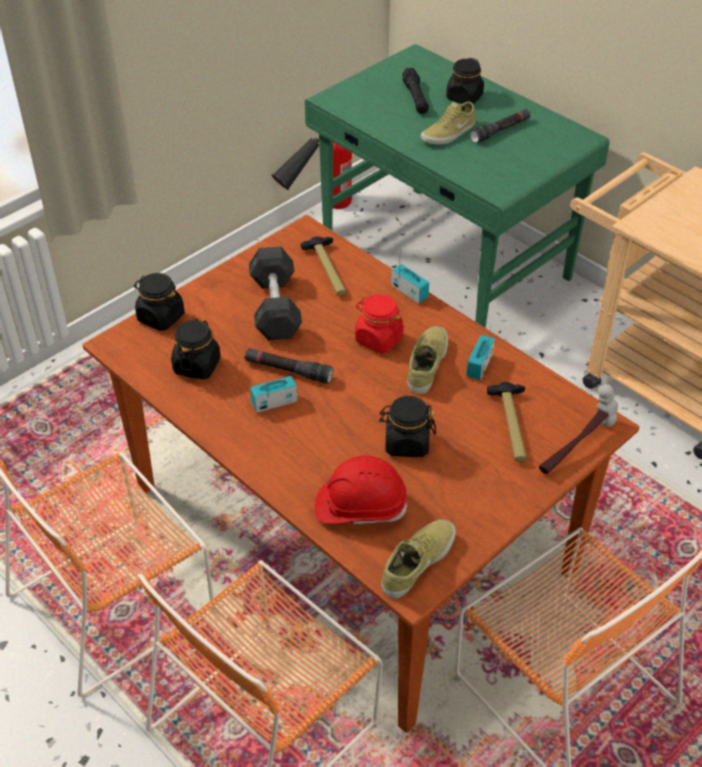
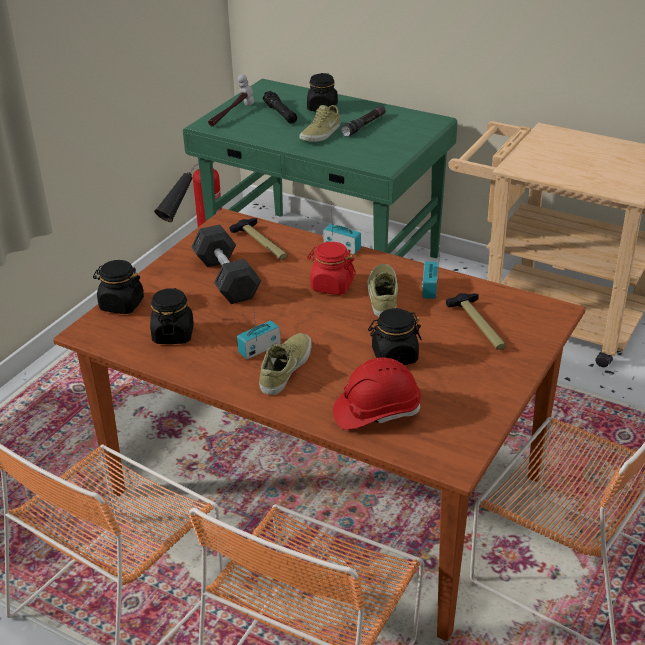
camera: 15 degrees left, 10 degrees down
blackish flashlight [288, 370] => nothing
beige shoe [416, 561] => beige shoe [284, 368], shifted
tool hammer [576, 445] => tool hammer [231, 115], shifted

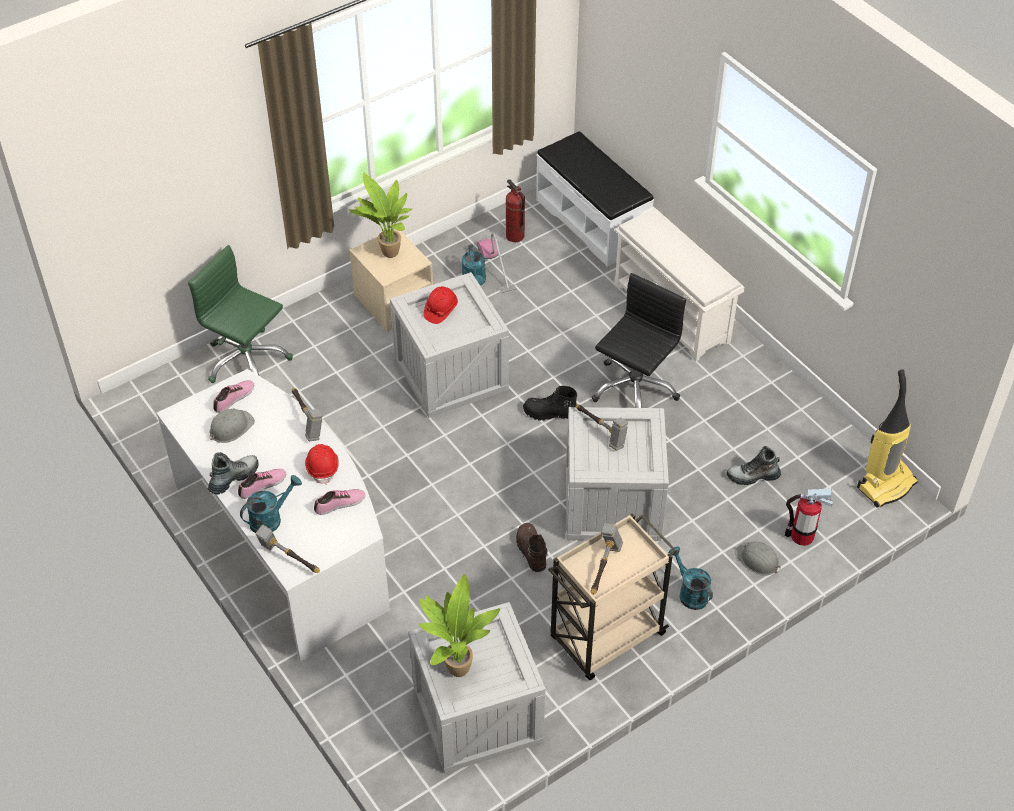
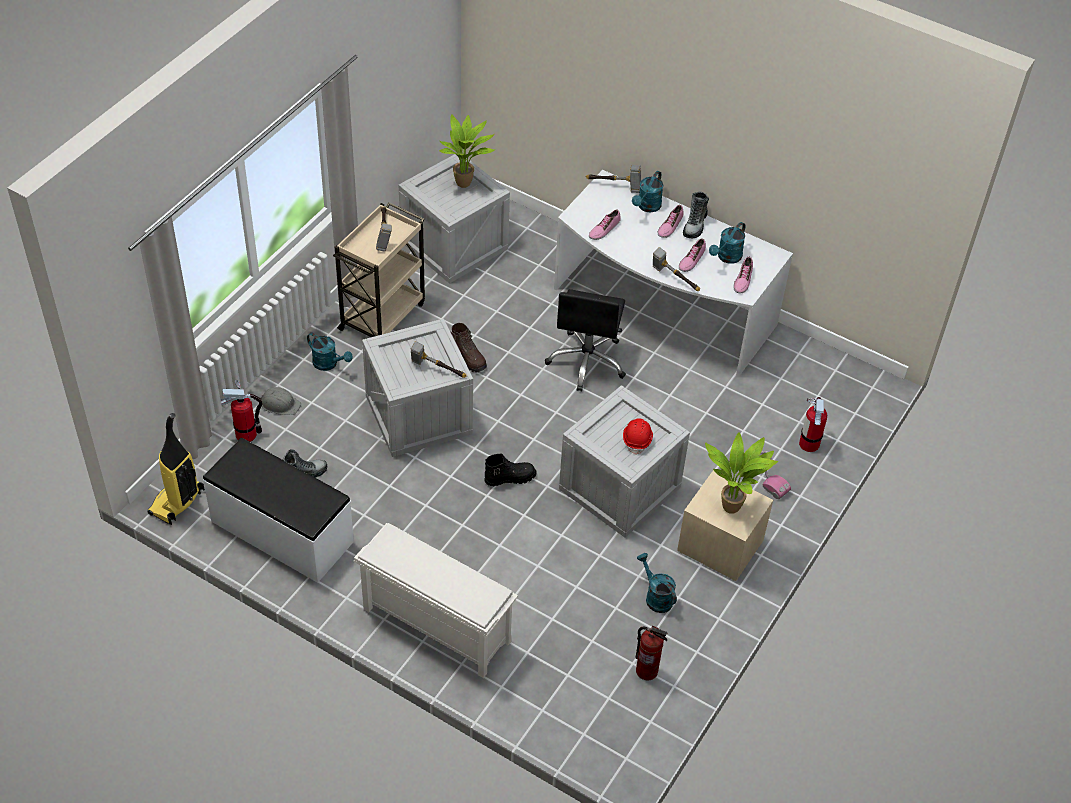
camera: 155 degrees right, 0 degrees up
green-coloured office chair [247, 361] => fire-fighting cylinder [809, 443]
gray work helmet [231, 428] => blue-green sprinkling can [727, 257]
red work helmet [322, 467] => nothing
hoover [496, 268] => hoover [756, 475], shifted
white long seat [592, 222] => white long seat [281, 532], shifted
blackish office chair [634, 389] => blackish office chair [587, 361], shifted
nothing => shoe [691, 259]

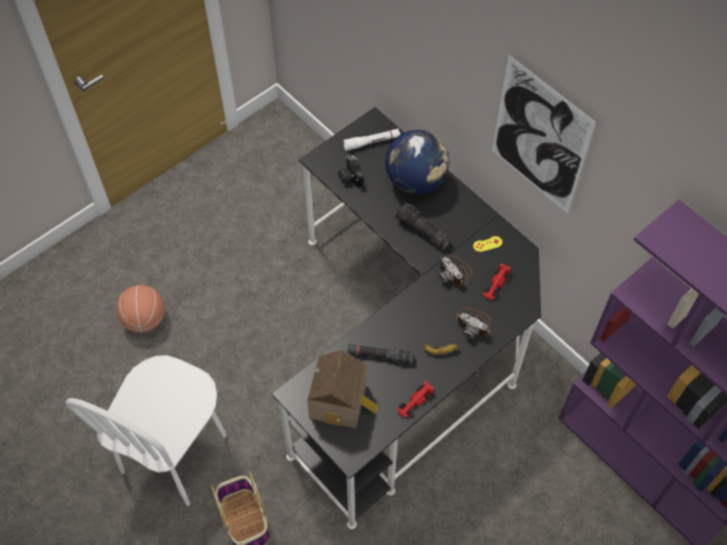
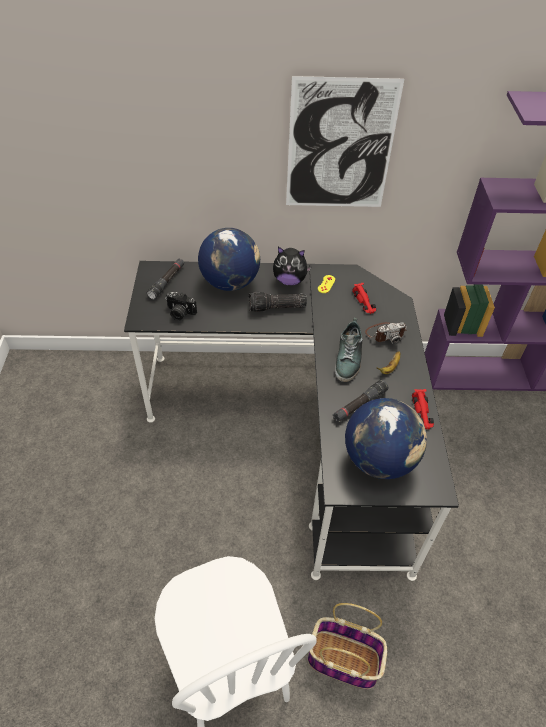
camera: 50 degrees left, 10 degrees down
ball for basketball [145, 319] => nothing
model house [341, 402] => globe [379, 459]
white flashlight [372, 142] => blackish flashlight [167, 282]
photo camera [455, 272] => nothing
nothing => plush toy [289, 280]
nothing => shoe [348, 358]

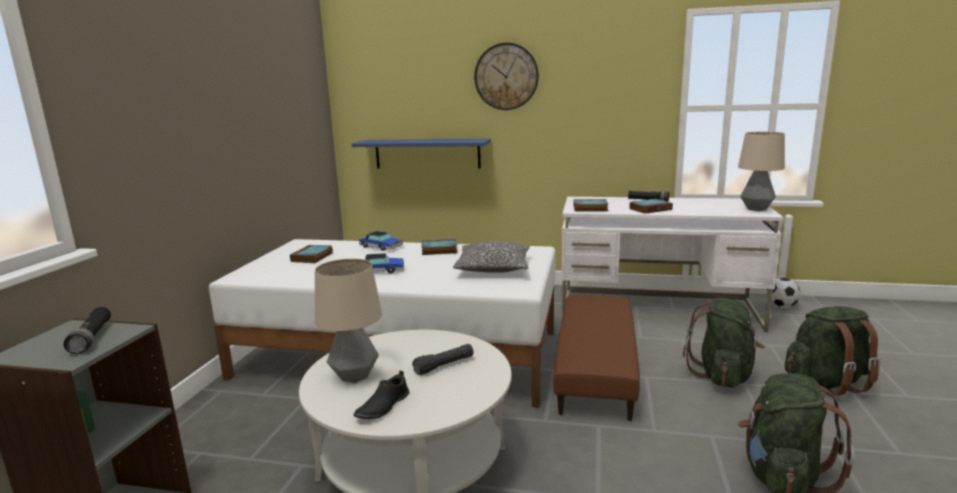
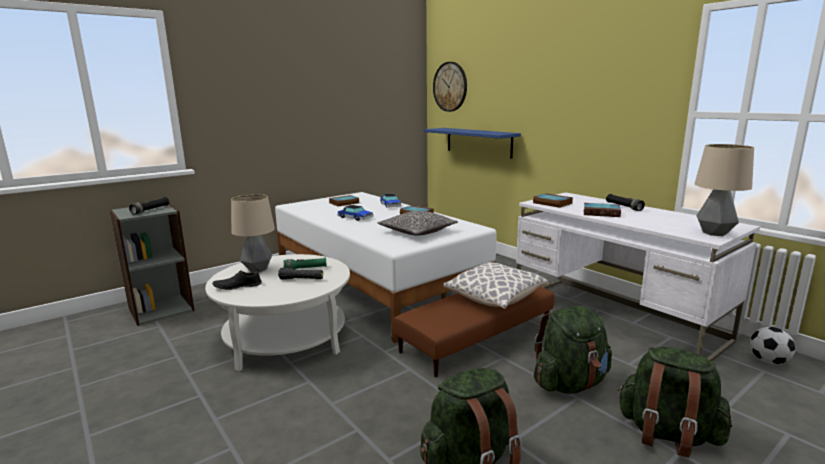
camera: 40 degrees right, 0 degrees up
hanging clock [506, 76] => hanging clock [450, 87], shifted
nothing => green-coloured flashlight [305, 269]
nothing => throw pillow [495, 299]

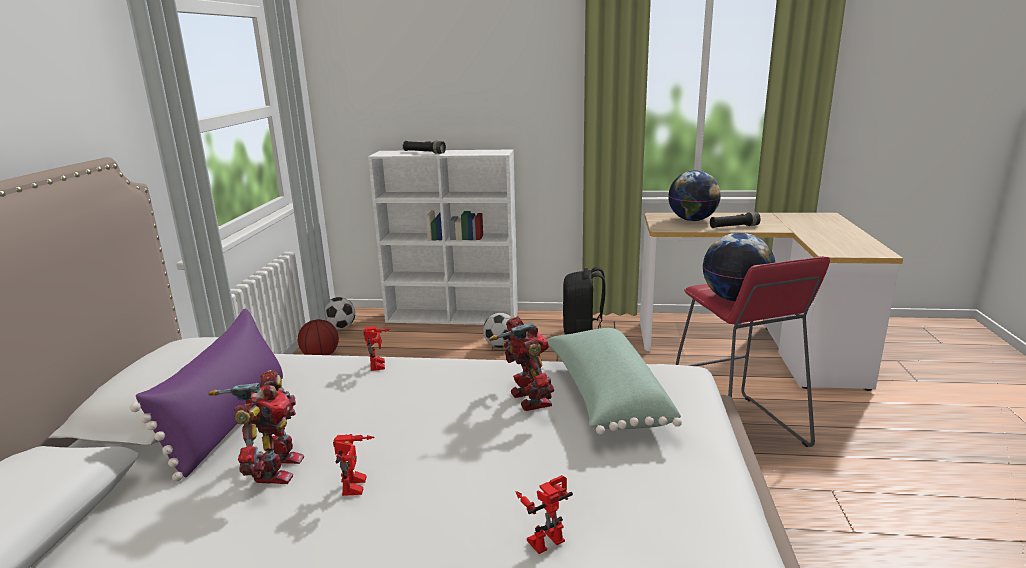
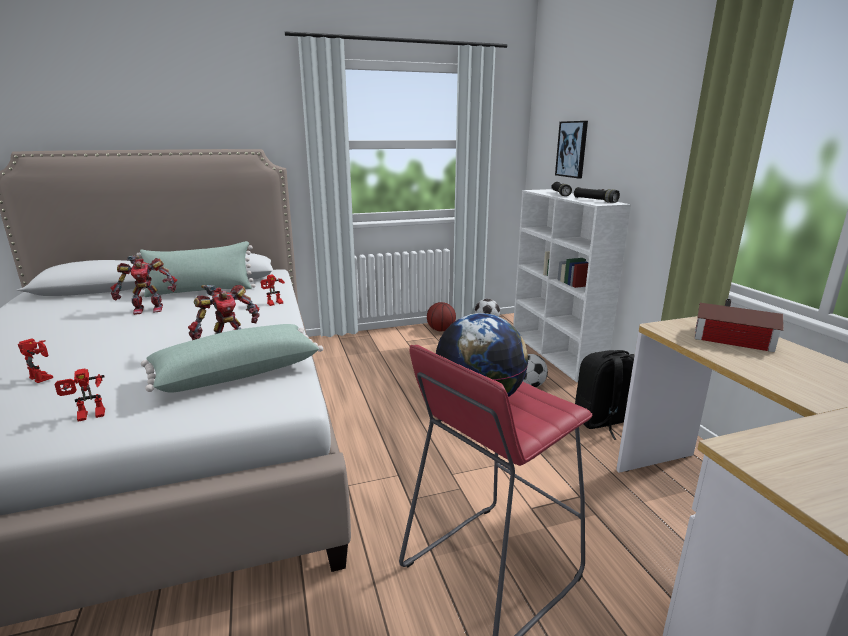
camera: 65 degrees right, 0 degrees up
purple-coloured throw pillow [229, 421] => green-coloured throw pillow [200, 291]
model robot [358, 487] => model robot [89, 417], shifted
globe [692, 220] => model house [735, 339]
blackish flashlight [734, 227] => blackish flashlight [595, 200], shifted
nothing => wall art [572, 149]

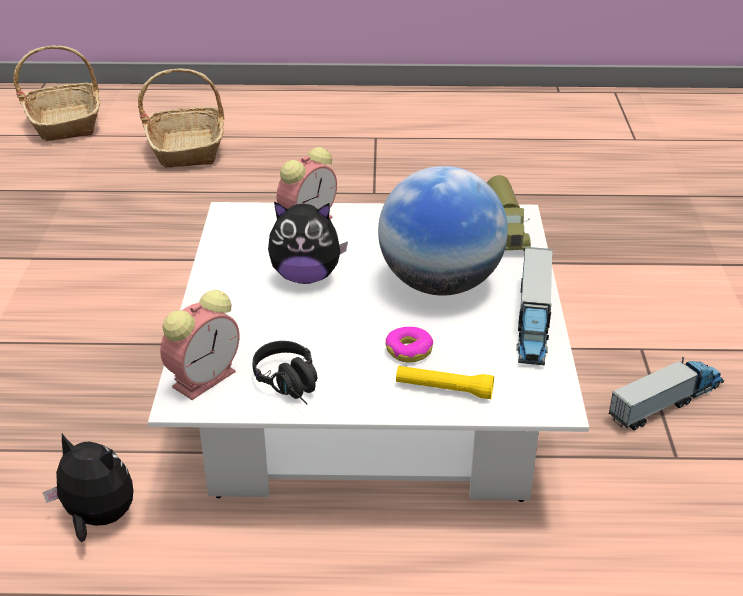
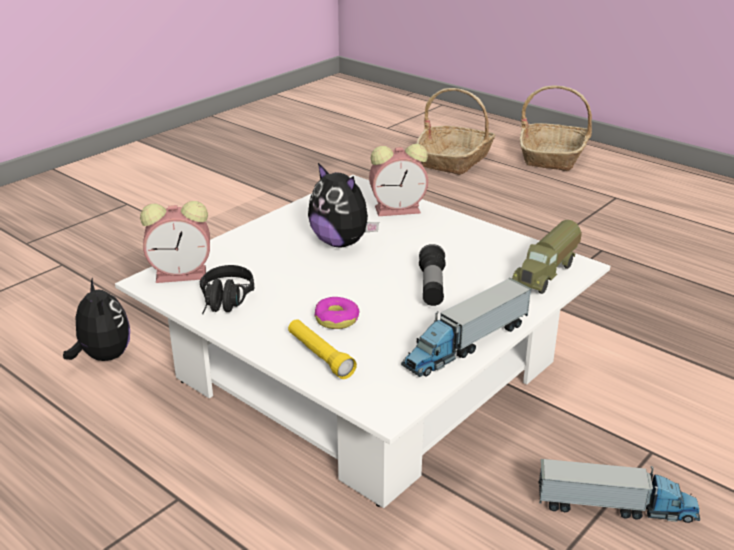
camera: 40 degrees right, 5 degrees down
household basket [65, 123] => household basket [553, 156], shifted
globe [440, 284] => flashlight [432, 287]

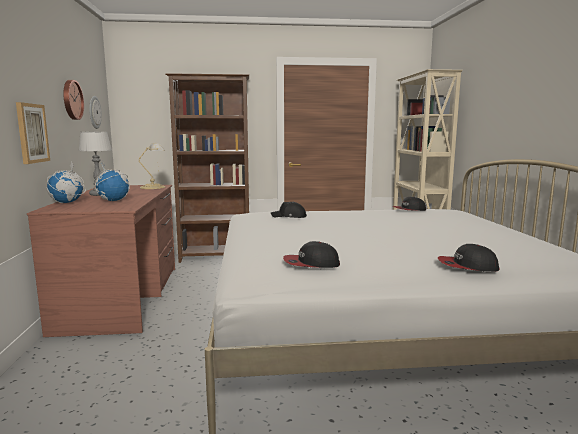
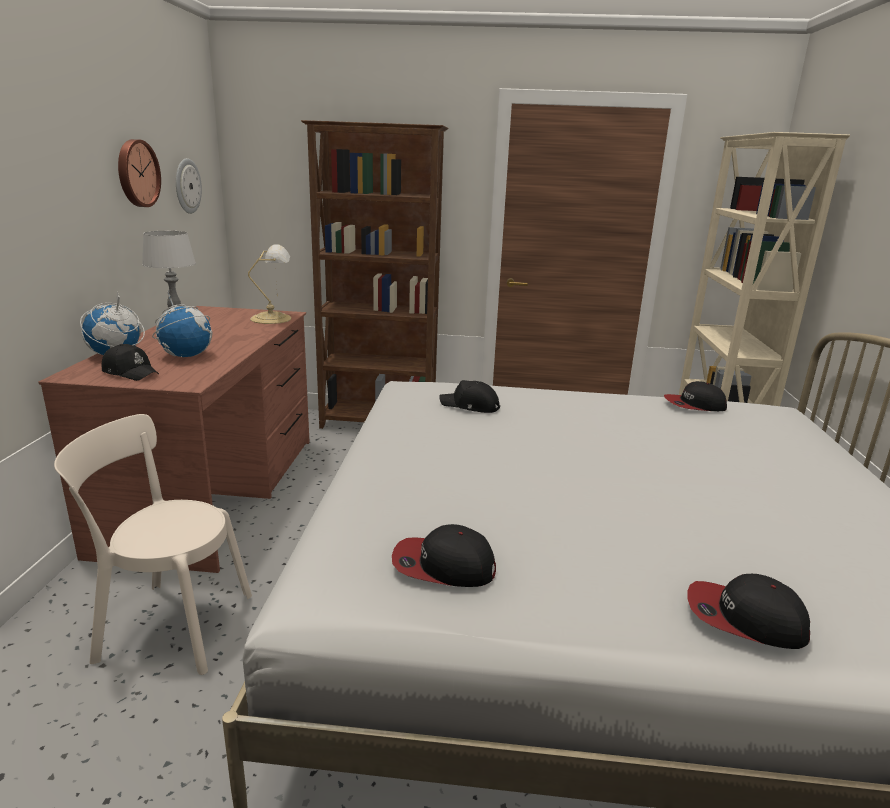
camera: 10 degrees right, 10 degrees up
wall art [31, 133] => nothing
nothing => beige plain chair [169, 625]
nothing => blackish peaked cap [130, 372]

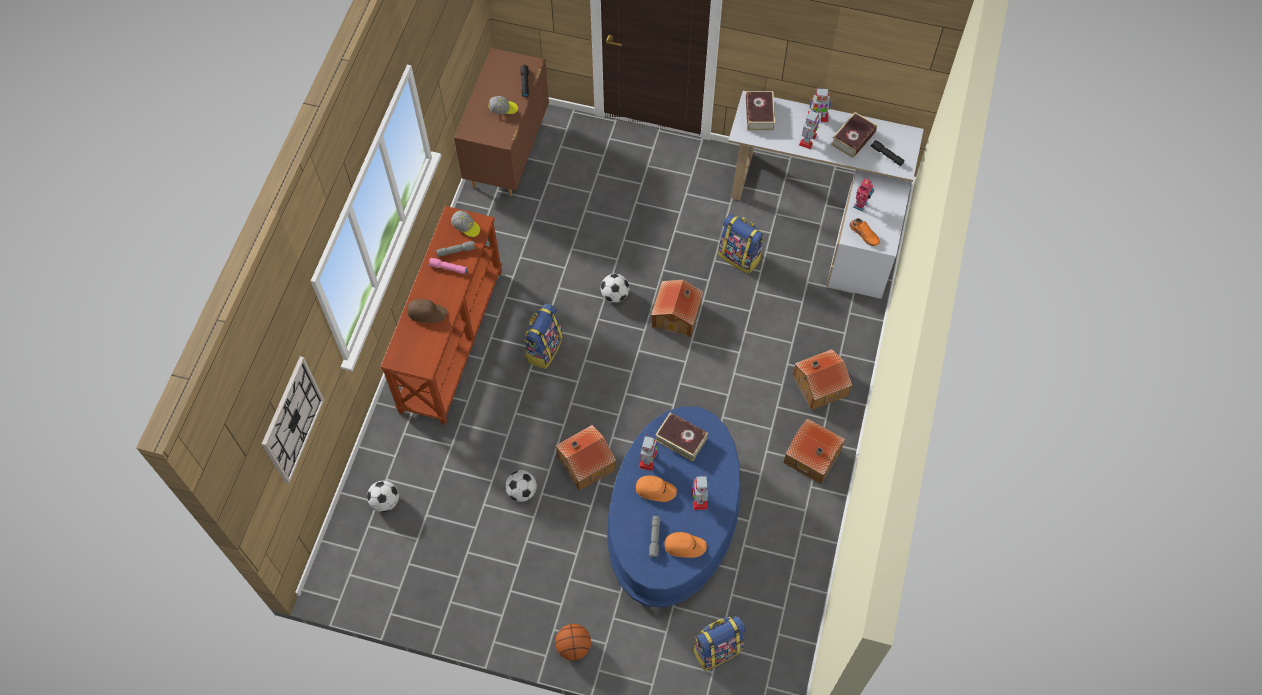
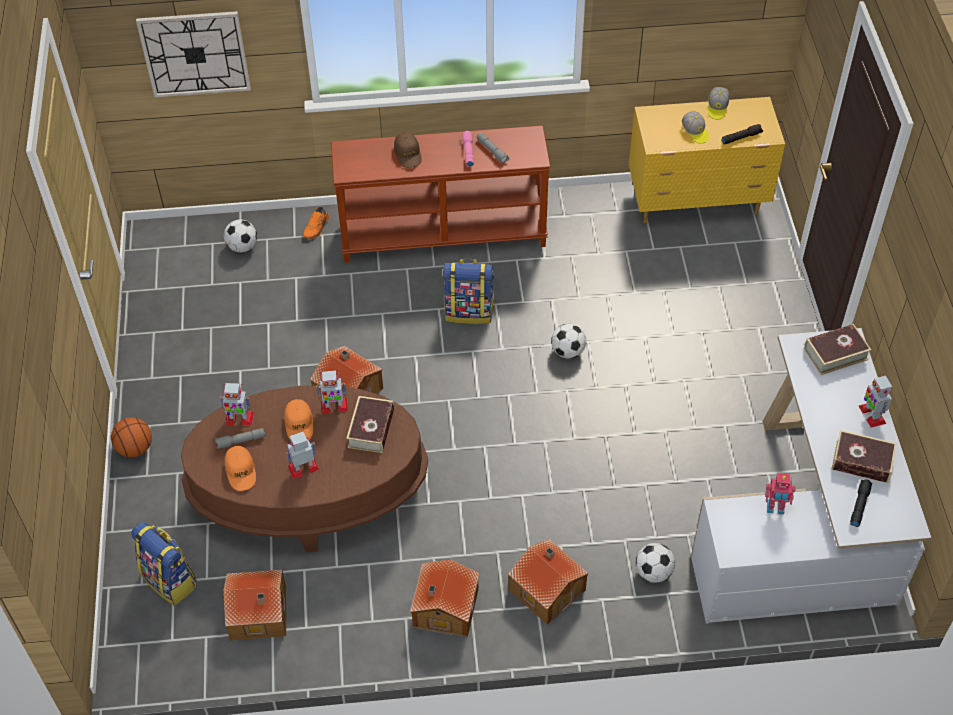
camera: 70 degrees right, 10 degrees down
peaked cap [466, 227] => peaked cap [717, 108], shifted
brown-coloured drawer chest [508, 153] => yellow-coloured drawer chest [698, 202]
football ball [522, 491] => football ball [653, 572], shifted
blue-coloured lounge table [673, 520] => brown-coloured lounge table [309, 492]
model house [677, 314] => model house [259, 614], shifted
knapsack [740, 257] => nothing
model robot [808, 140] => model robot [239, 418], shifted
orangey shoe [864, 234] => orangey shoe [317, 228], shifted

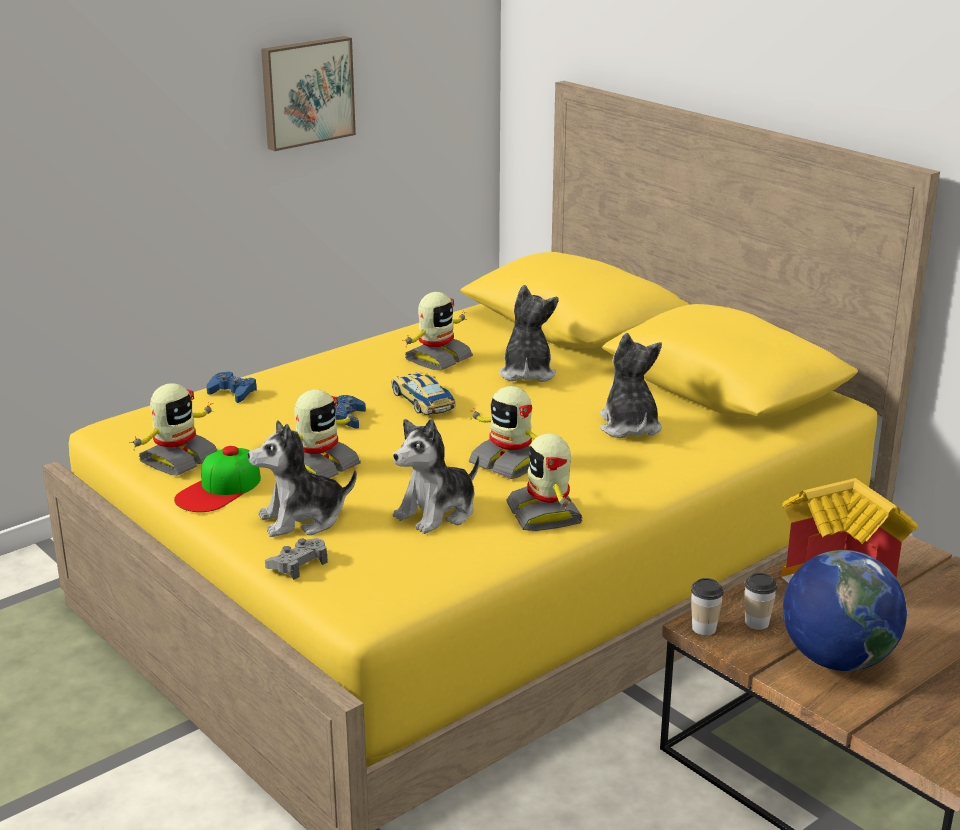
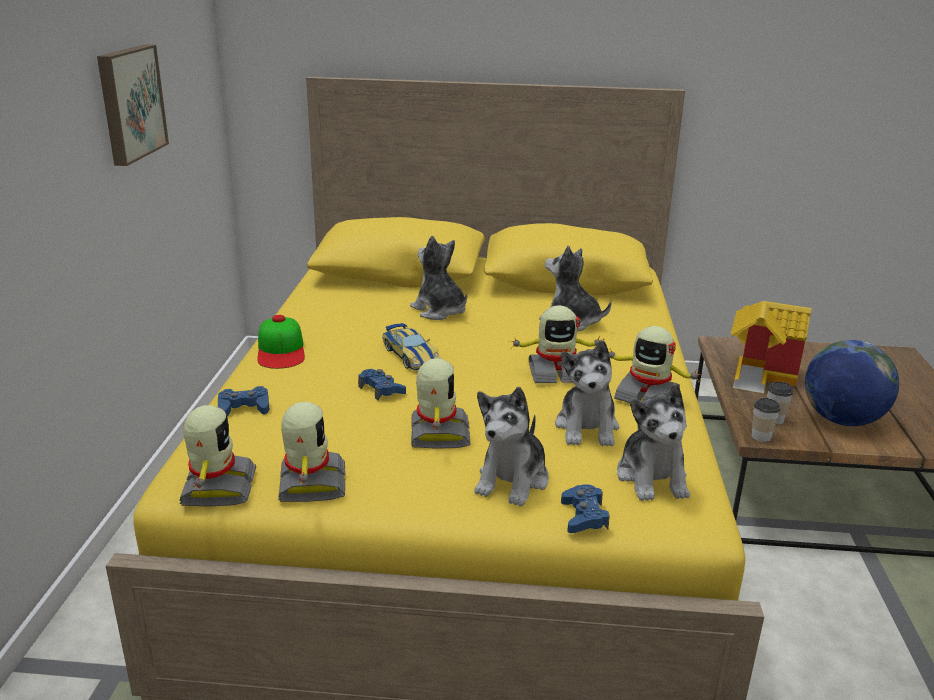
camera: 45 degrees left, 0 degrees up
peaked cap [219, 489] => peaked cap [281, 350], shifted
gray gamepad [298, 564] => blue-coloured gamepad [584, 516]
model car [422, 401] => model car [410, 355], 135 degrees counterclockwise
model robot [437, 359] => model robot [216, 488], shifted
nothing => plush toy [652, 477]

